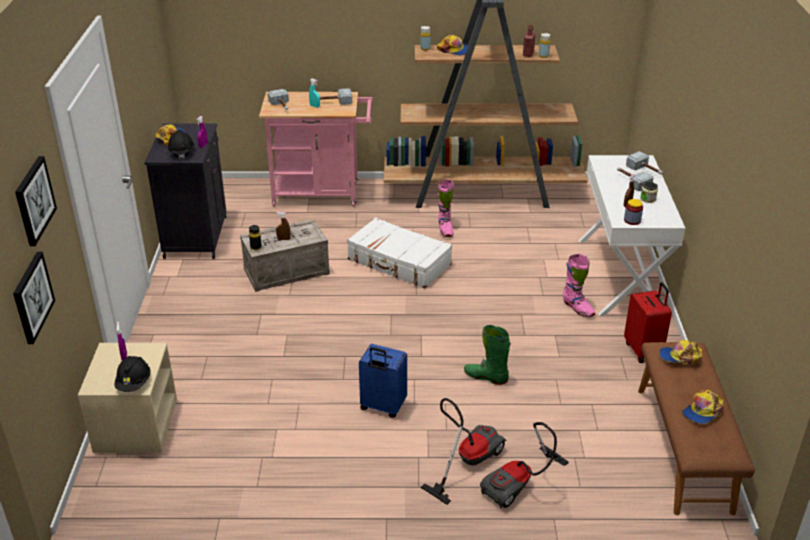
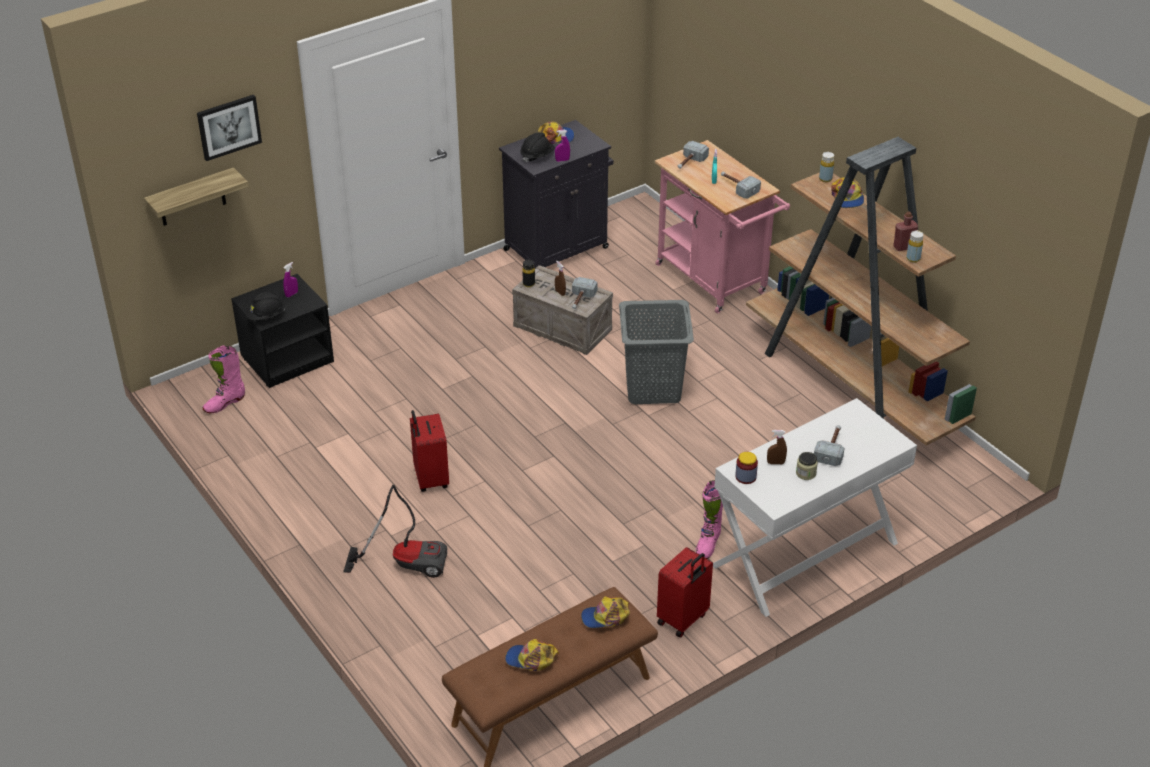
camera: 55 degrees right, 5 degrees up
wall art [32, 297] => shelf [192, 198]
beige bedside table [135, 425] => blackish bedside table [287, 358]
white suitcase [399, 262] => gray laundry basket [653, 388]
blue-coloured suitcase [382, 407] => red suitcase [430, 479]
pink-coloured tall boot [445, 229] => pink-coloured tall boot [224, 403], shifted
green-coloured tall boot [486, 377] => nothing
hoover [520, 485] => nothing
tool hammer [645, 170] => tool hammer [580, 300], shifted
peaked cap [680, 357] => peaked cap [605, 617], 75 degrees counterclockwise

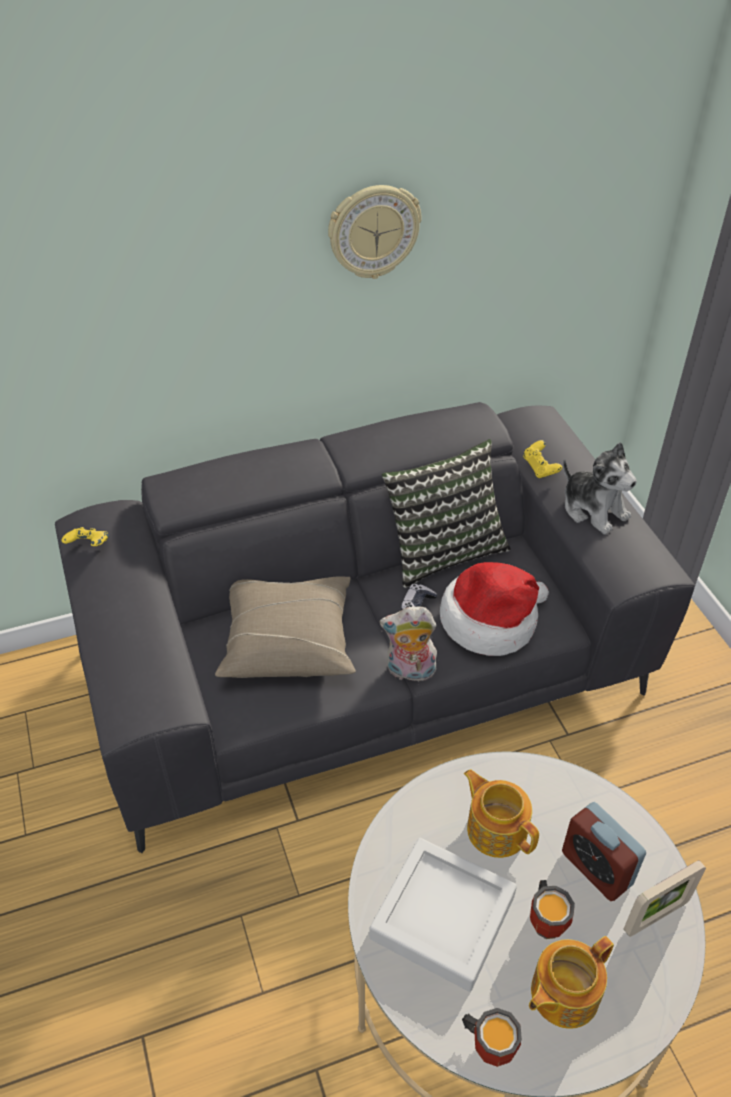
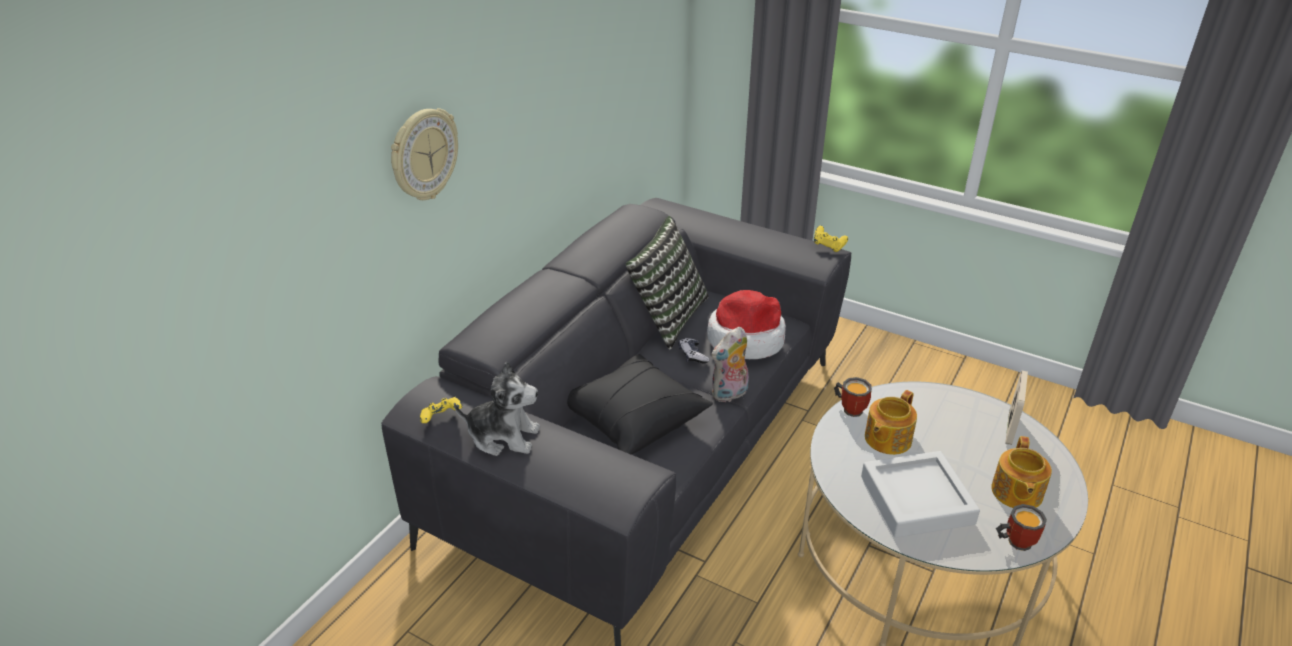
camera: 40 degrees left, 10 degrees down
beige throw pillow [288, 640] => blackish throw pillow [633, 418]
hanging clock [373, 231] => hanging clock [423, 155], shifted
tea pot [496, 828] => tea pot [886, 439], 60 degrees counterclockwise
yellow-coloured gamepad [540, 468] => yellow-coloured gamepad [828, 246], shifted
tea mug [548, 919] => tea mug [850, 408], shifted
alarm clock [596, 868] => nothing
plush toy [593, 509] => plush toy [503, 436], shifted

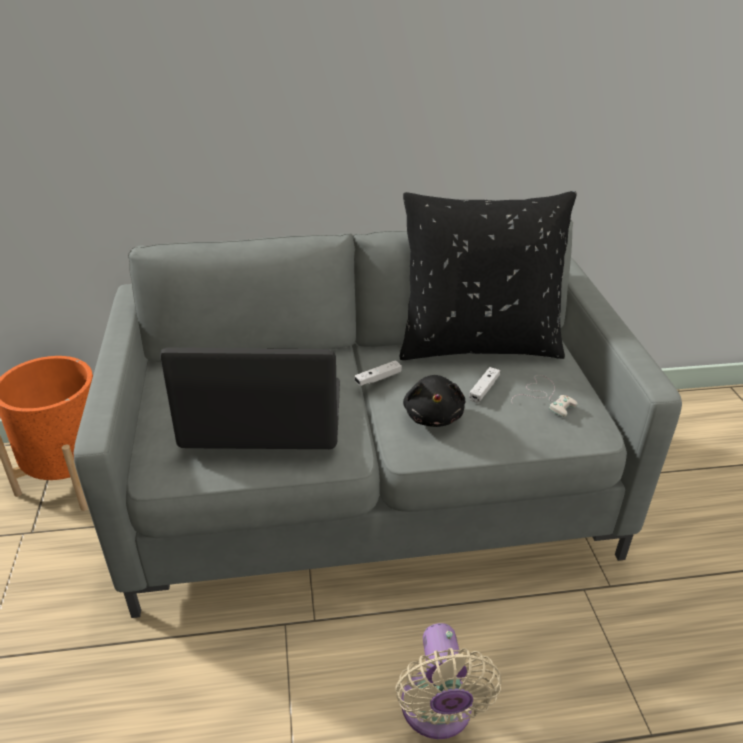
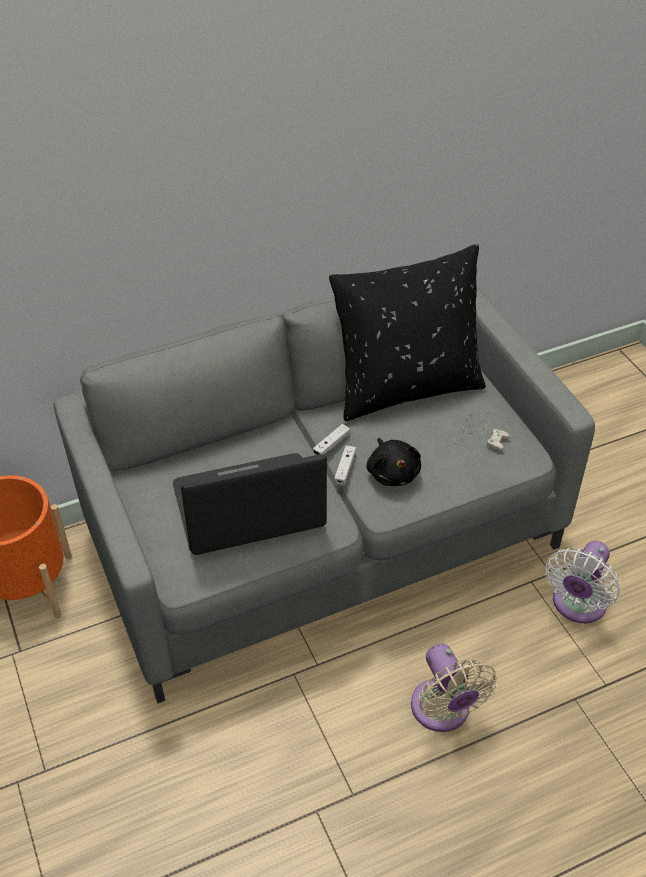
camera: 15 degrees left, 10 degrees up
white gamepad [484, 389] => white gamepad [345, 468], shifted
nothing => white fan [577, 605]

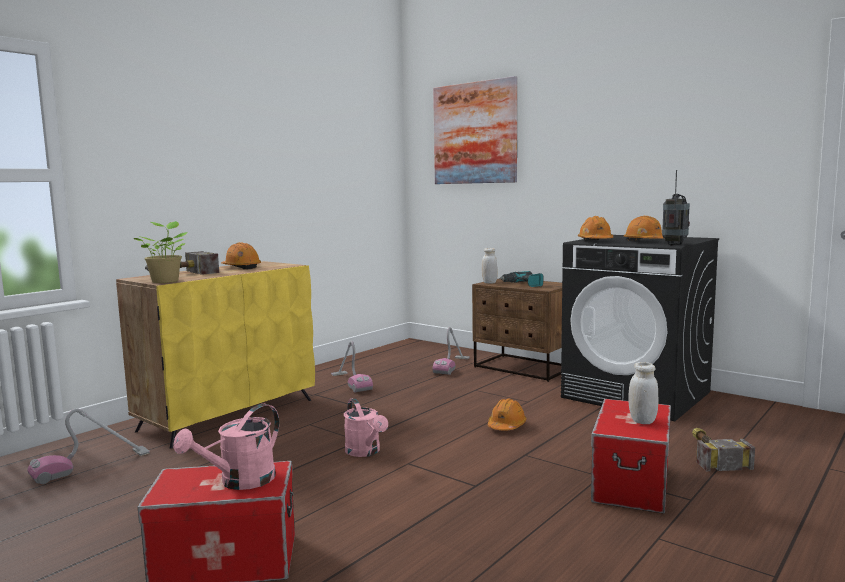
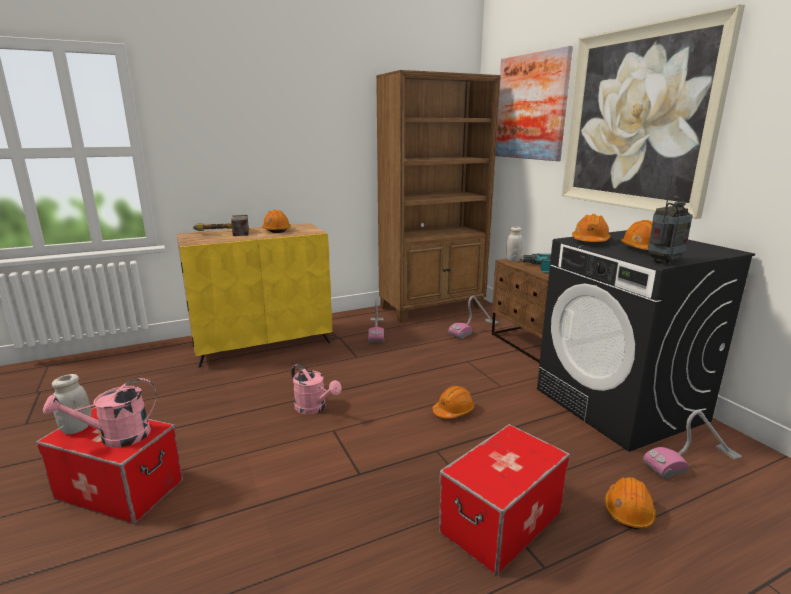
camera: 25 degrees right, 10 degrees up
hoover [91, 465] => hoover [692, 462], shifted
potted plant [166, 281] => nothing
pink-coloured sprinkling can [365, 452] => pink-coloured sprinkling can [314, 408], 45 degrees counterclockwise
white preserve jar [642, 421] => white preserve jar [76, 428], shifted
tool hammer [711, 454] => orangey work helmet [628, 511]
nothing => brown-coloured shelving unit [433, 307]
nothing => wall art [637, 120]

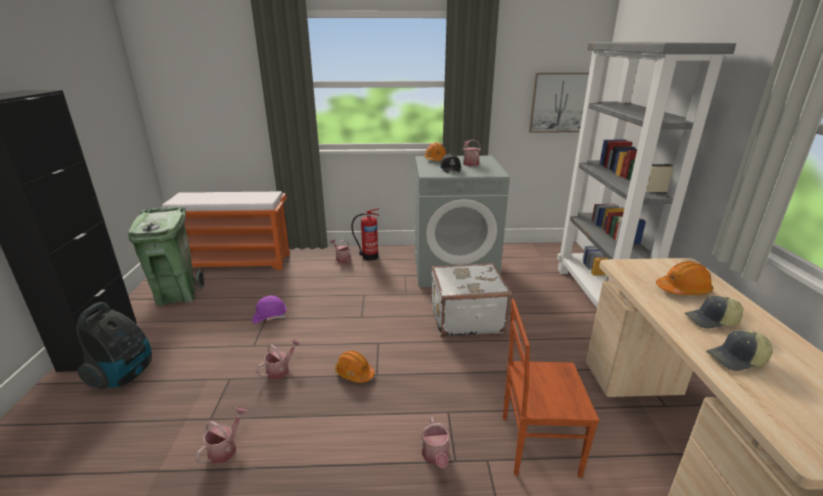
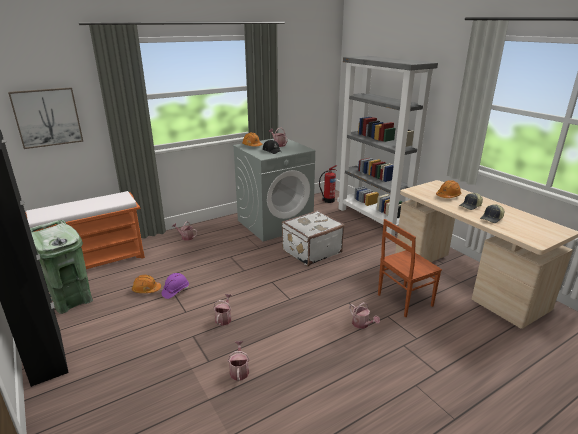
camera: 30 degrees left, 0 degrees up
hoover [124, 375] => nothing
orangey work helmet [354, 373] => orangey work helmet [146, 289], shifted
fire-fighting cylinder [369, 256] => fire-fighting cylinder [328, 200], shifted
wall art [559, 102] => wall art [47, 117], shifted

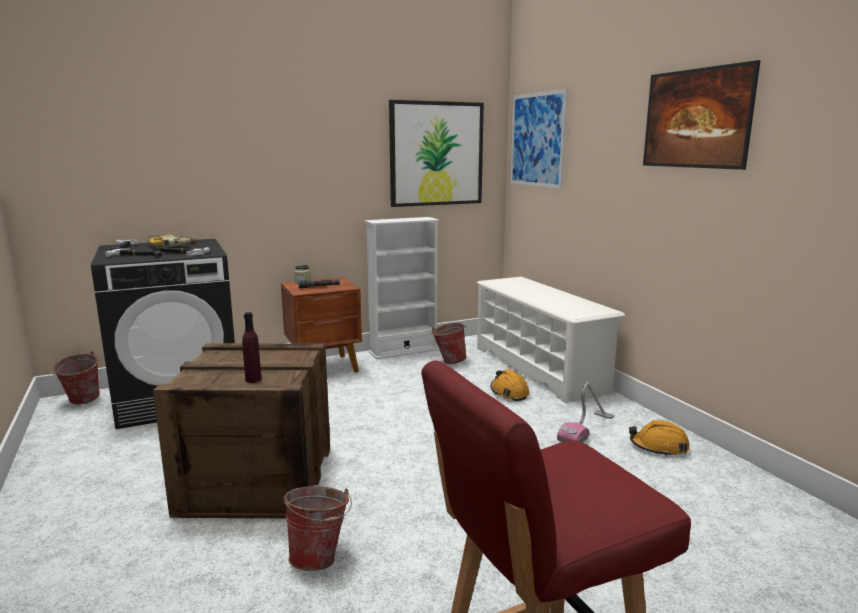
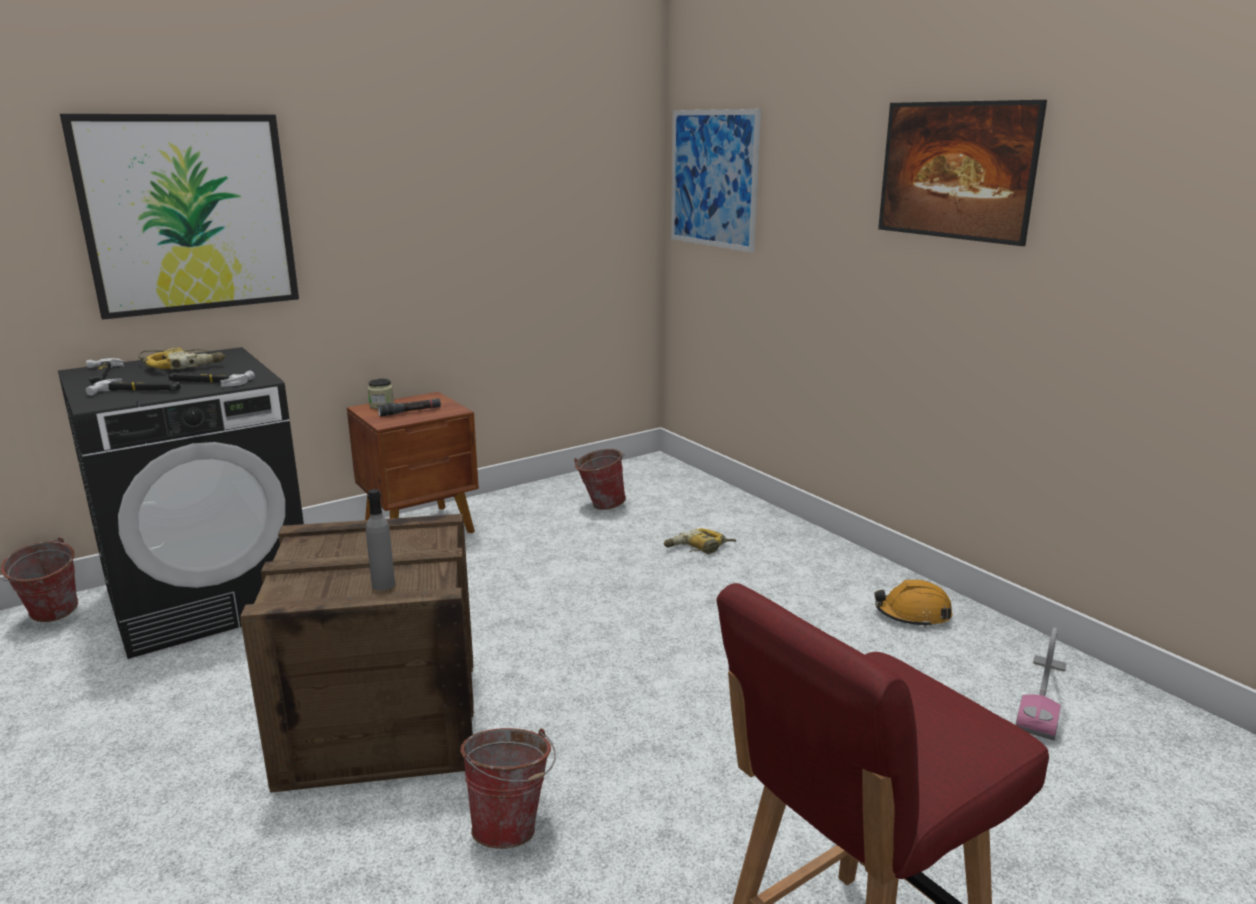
camera: 10 degrees left, 5 degrees up
purple-coloured beverage bottle [253, 380] => gray beverage bottle [383, 584]
white shelving unit [403, 351] => nothing
wall art [436, 154] => wall art [189, 214], shifted
white shoe shelf [539, 368] => nothing
orangey work helmet [509, 392] => drill [698, 548]
hoover [587, 429] => hoover [1042, 698], shifted

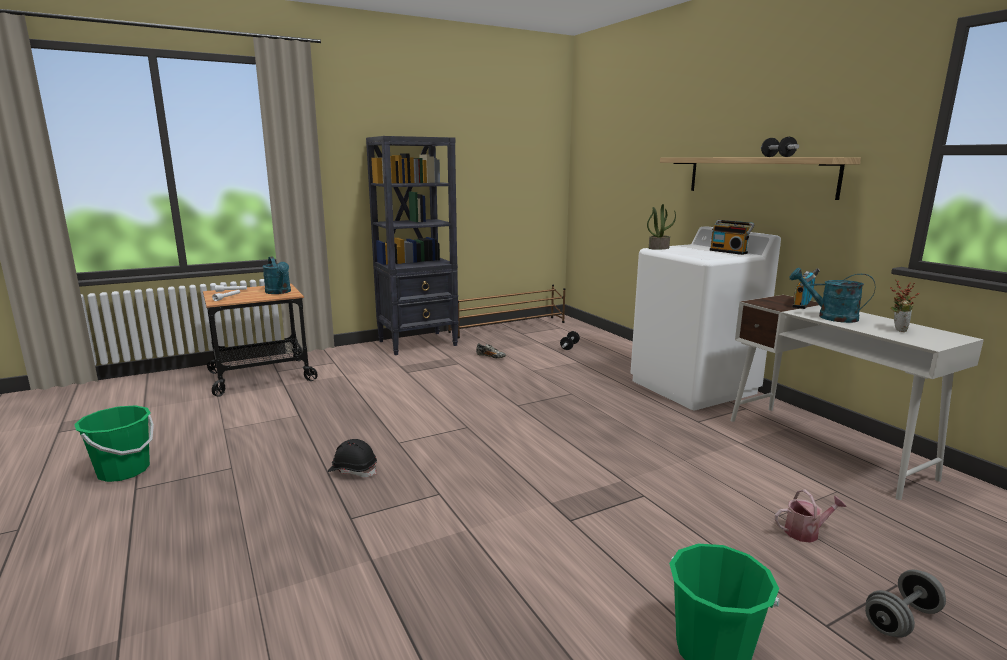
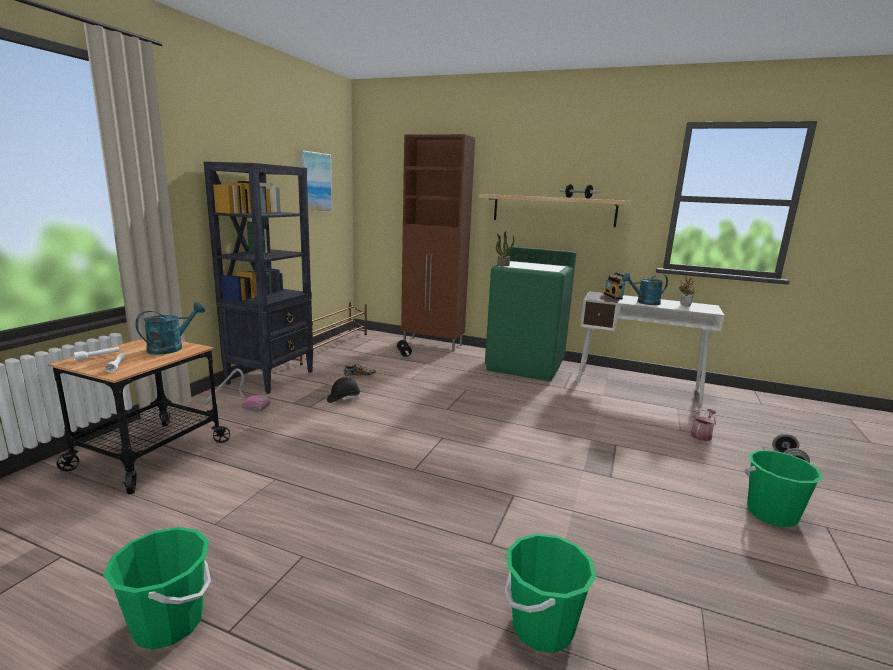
camera: 40 degrees left, 0 degrees up
blue-green sprinkling can [279, 292] => blue-green sprinkling can [171, 348], 75 degrees counterclockwise
blackish work helmet [353, 470] => blackish work helmet [343, 399], shifted
white laundry appliance [693, 387] => green-coloured laundry appliance [526, 365]
radio [729, 252] => nothing
nothing => hoover [235, 405]
nothing => wall art [315, 182]
nothing => brown-coloured storage cabinet [433, 344]
nothing => green-coloured water bucket [542, 627]

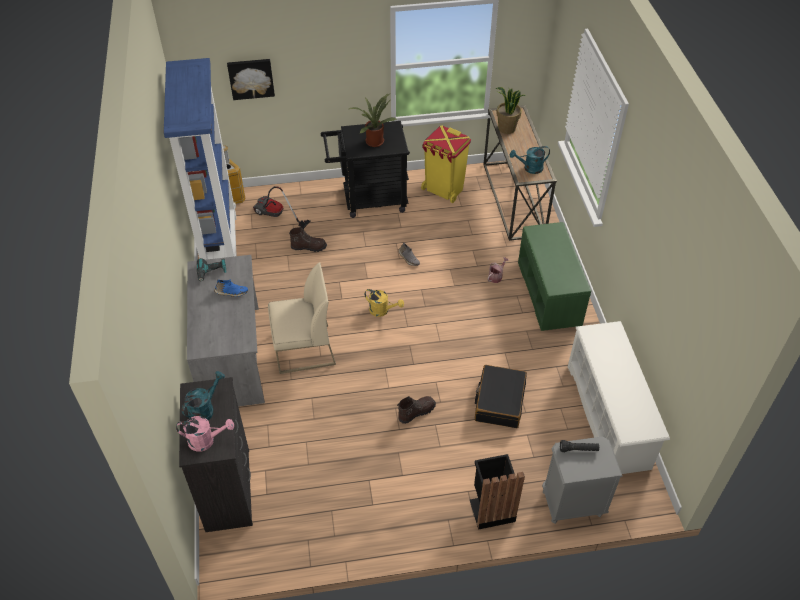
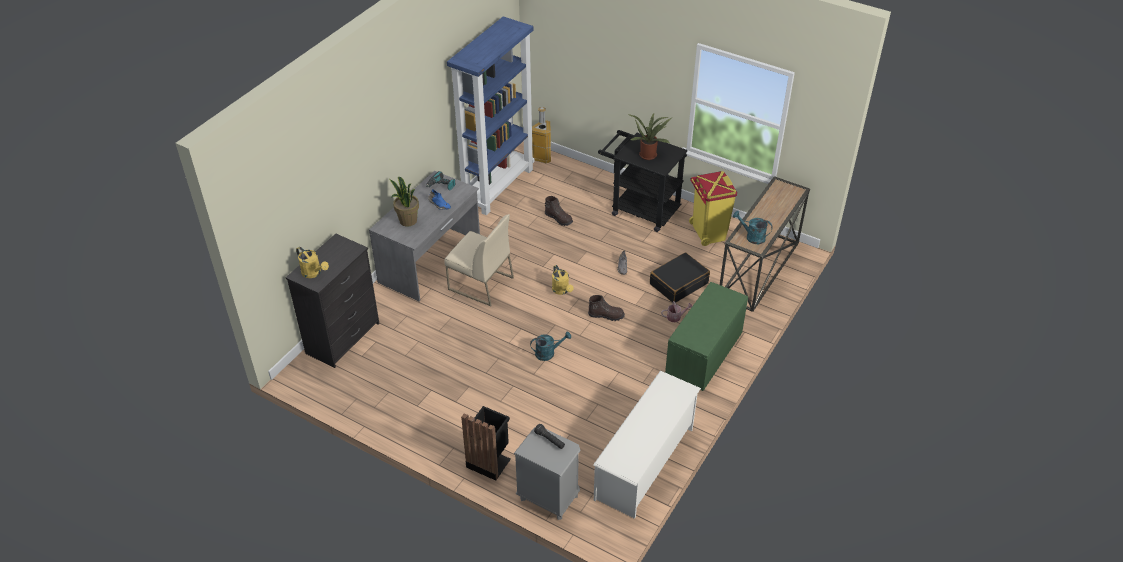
camera: 40 degrees right, 5 degrees down
pink-coloured sprinkling can [206, 440] => yellow-coloured sprinkling can [314, 273]
blue-green sprinkling can [205, 409] => blue-green sprinkling can [548, 353], shifted
wall art [251, 78] => nothing
hoover [275, 217] => nothing
brown-coloured tall boot [416, 412] => brown-coloured tall boot [606, 315], shifted
blackish suitcase [499, 402] => blackish suitcase [678, 283], shifted
potted plant [506, 129] => potted plant [407, 221], shifted

